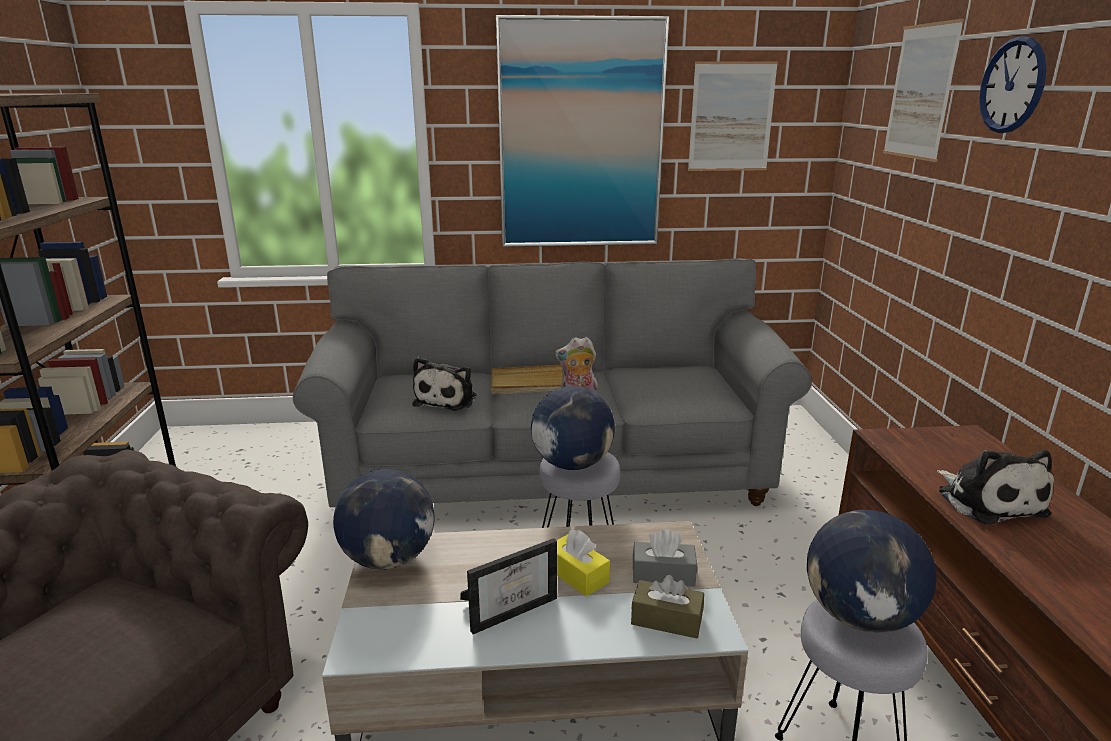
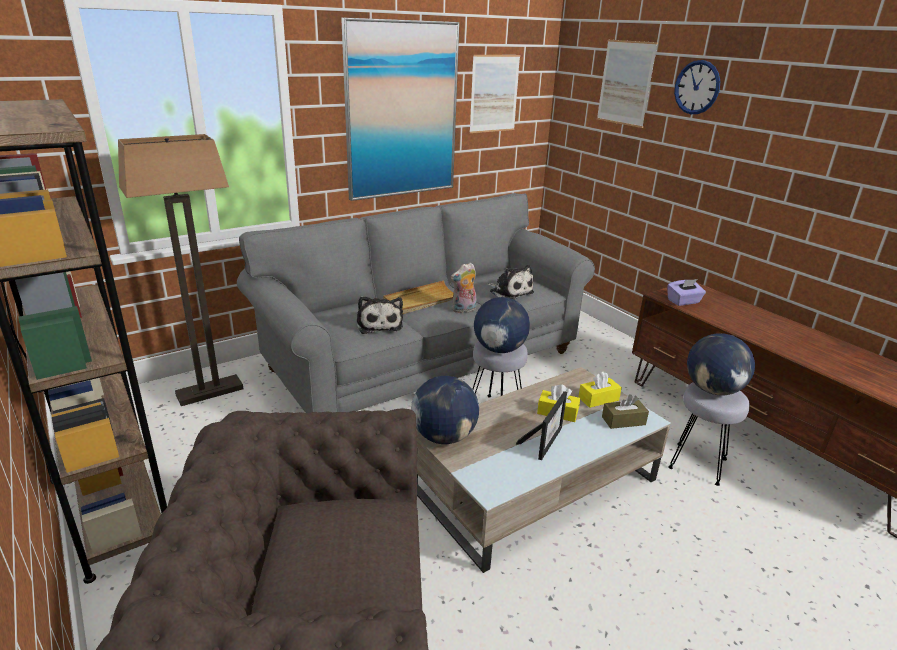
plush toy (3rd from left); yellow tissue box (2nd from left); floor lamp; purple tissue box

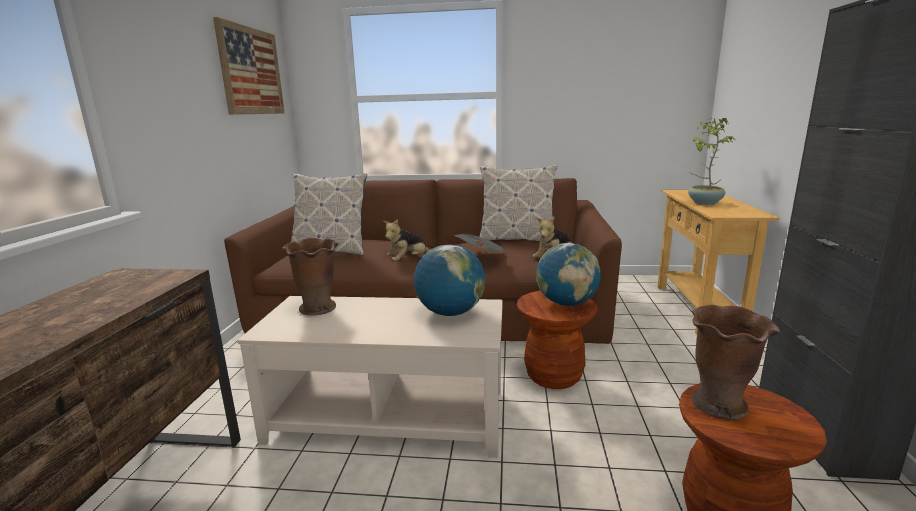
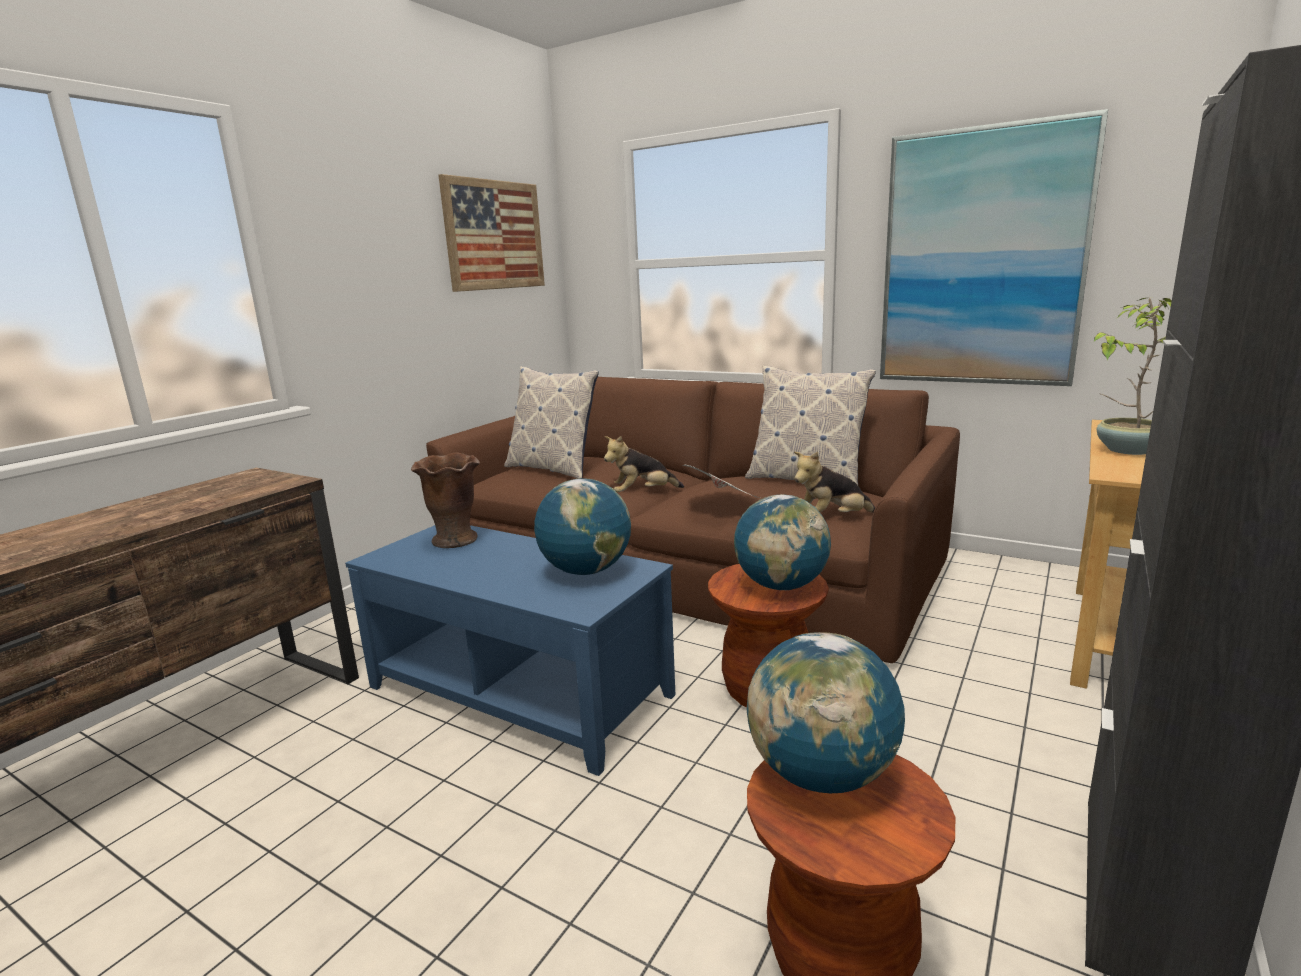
blue coffee table; globe (3rd from left); picture (2nd from left)

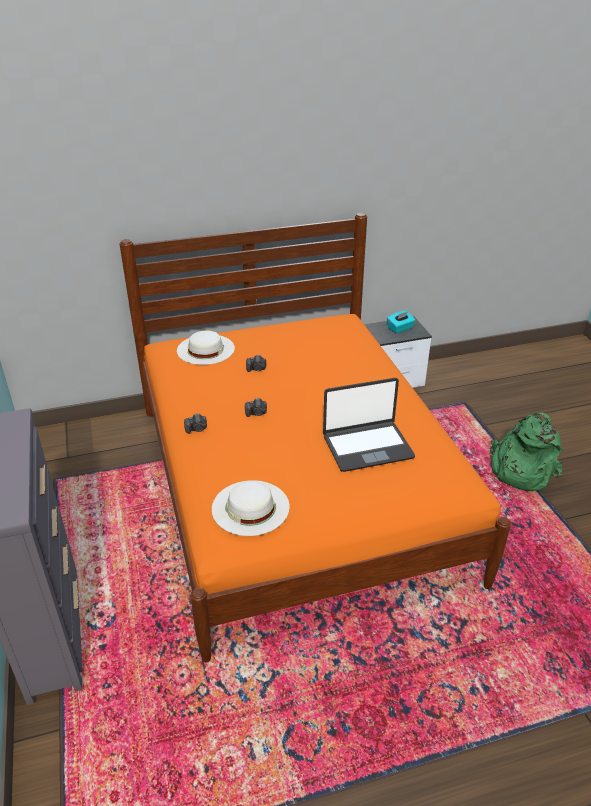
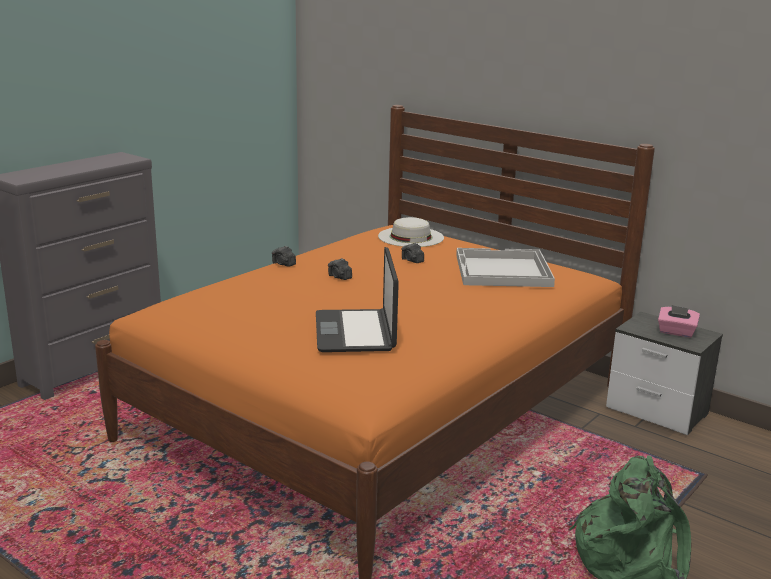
pink tissue box; laptop; white hat (2nd from left in the first image); white tray

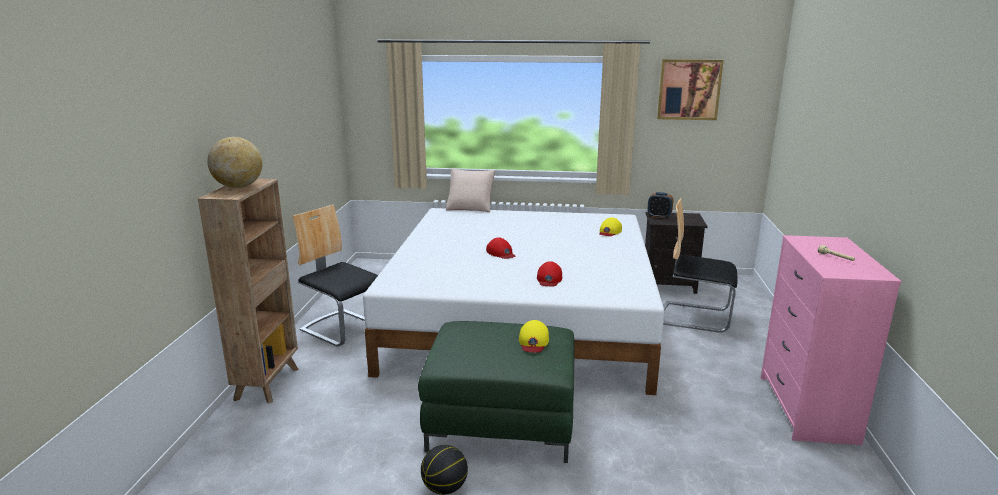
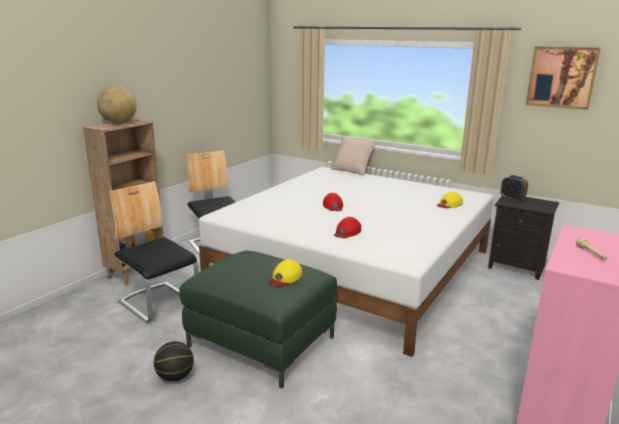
chair (1st from left)

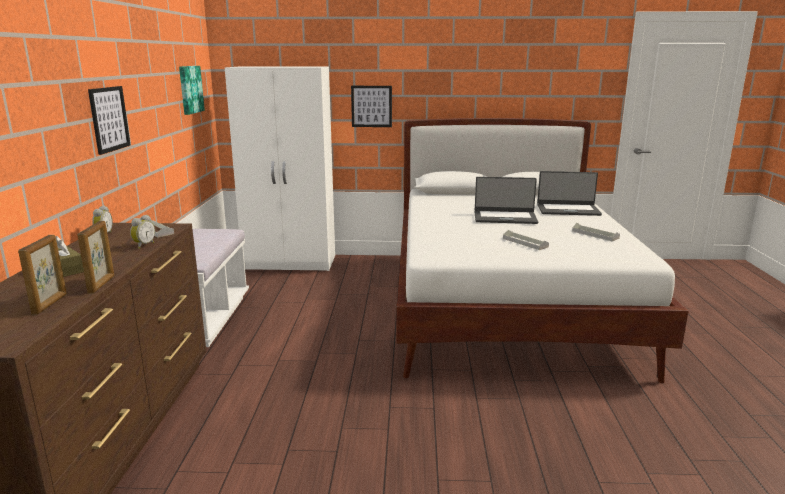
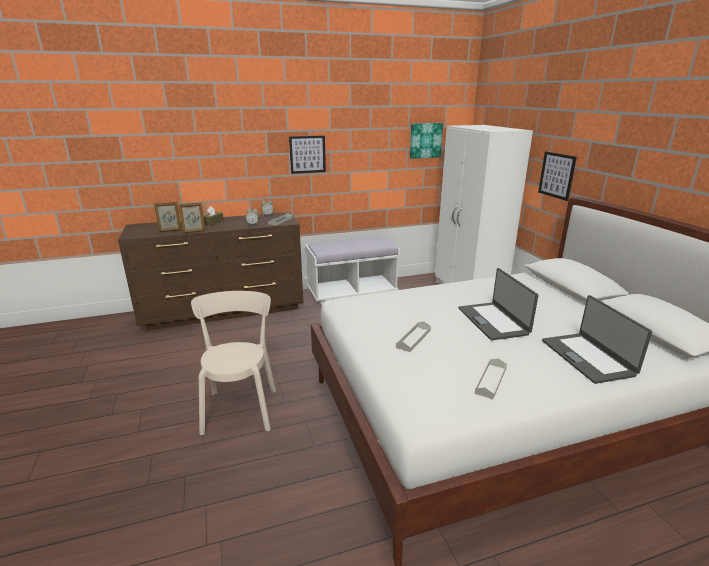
beige chair

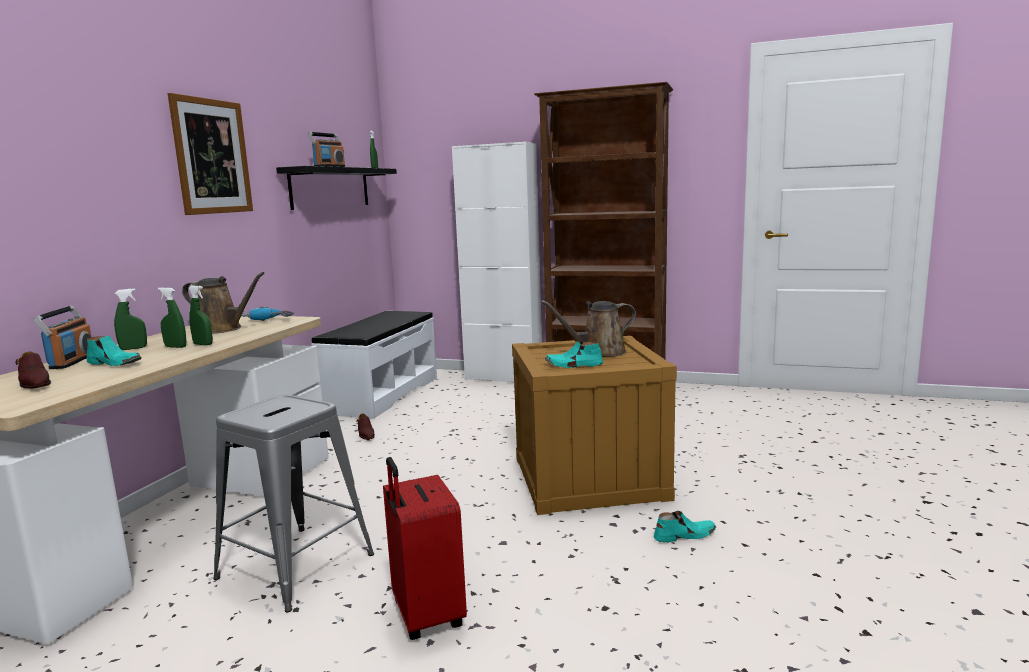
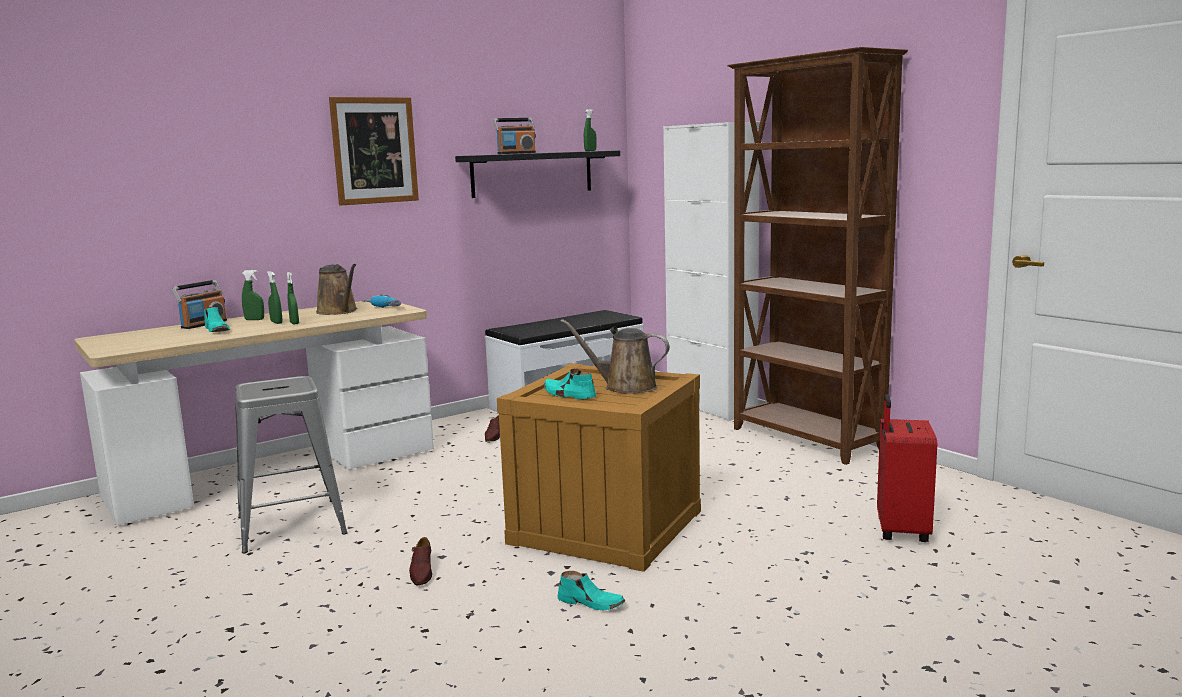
brown shoe (1st from left); red suitcase

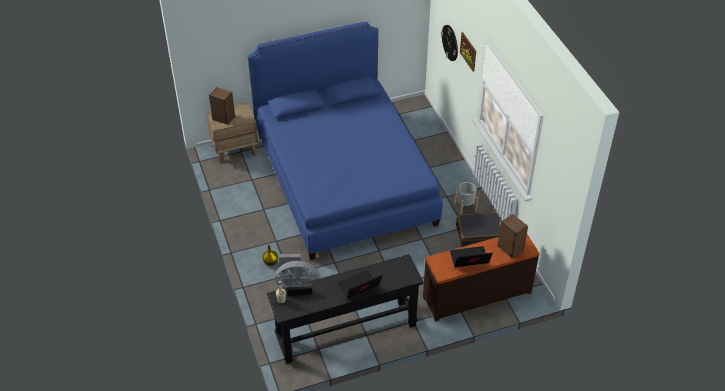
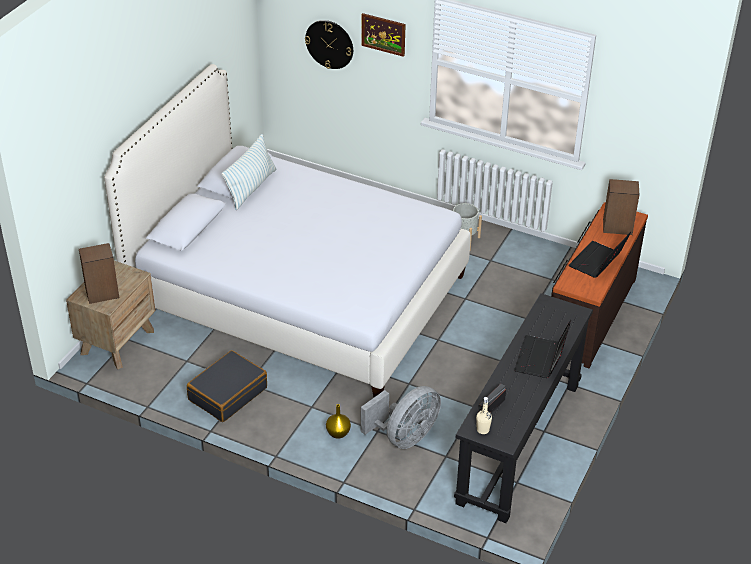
white bed; black suitcase; pillow

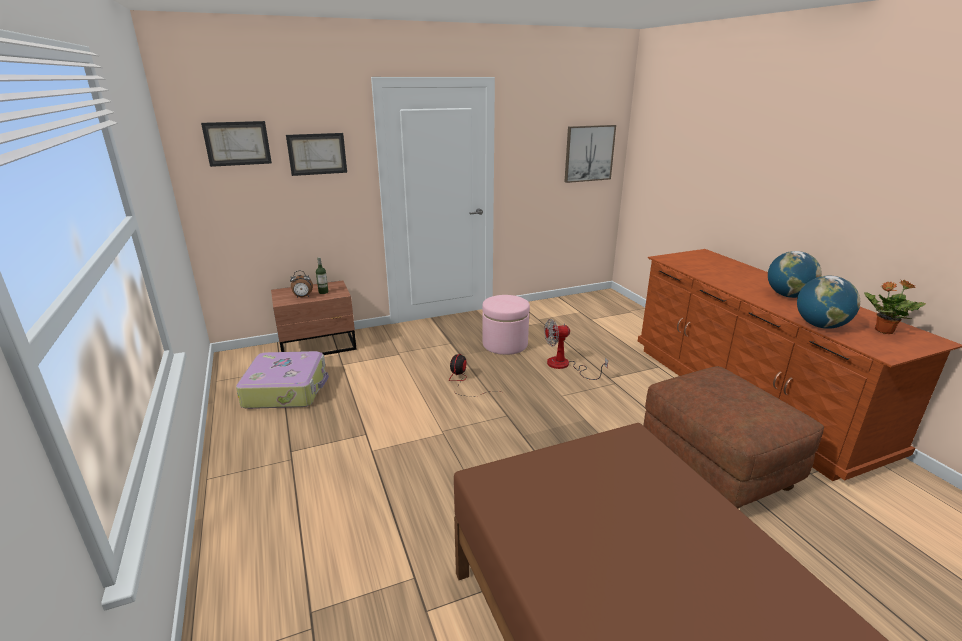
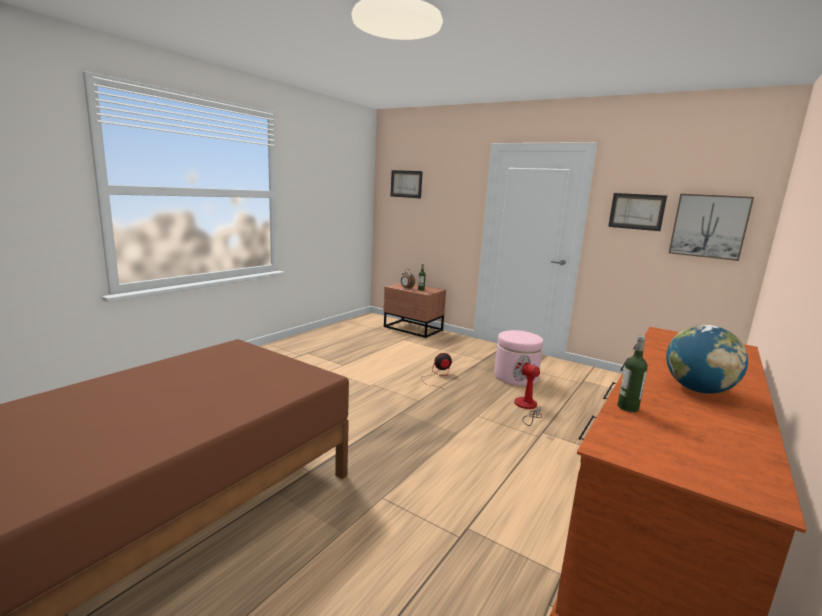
picture (2nd from left); bottle (2nd from left); potted plant; suitcase; brown ottoman

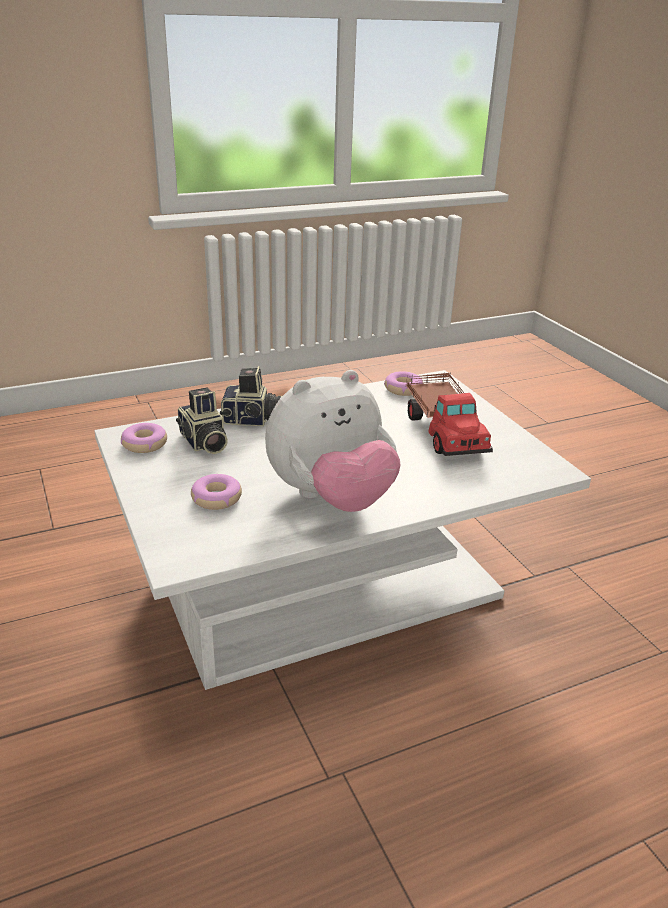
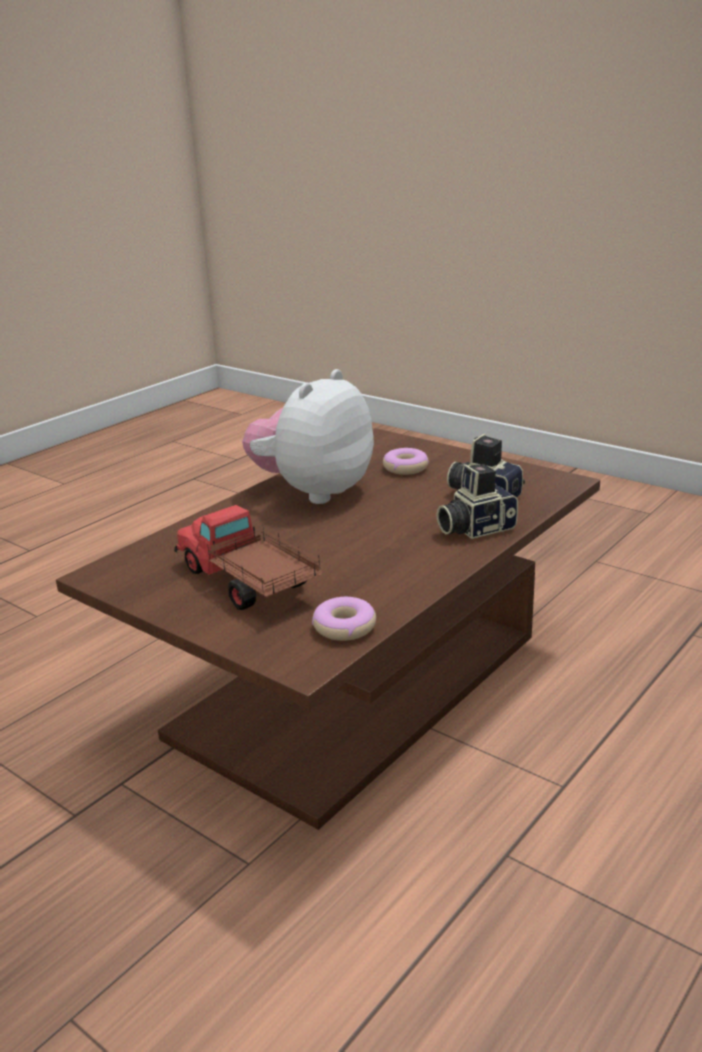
brown coffee table; donut (1st from left in the first image)

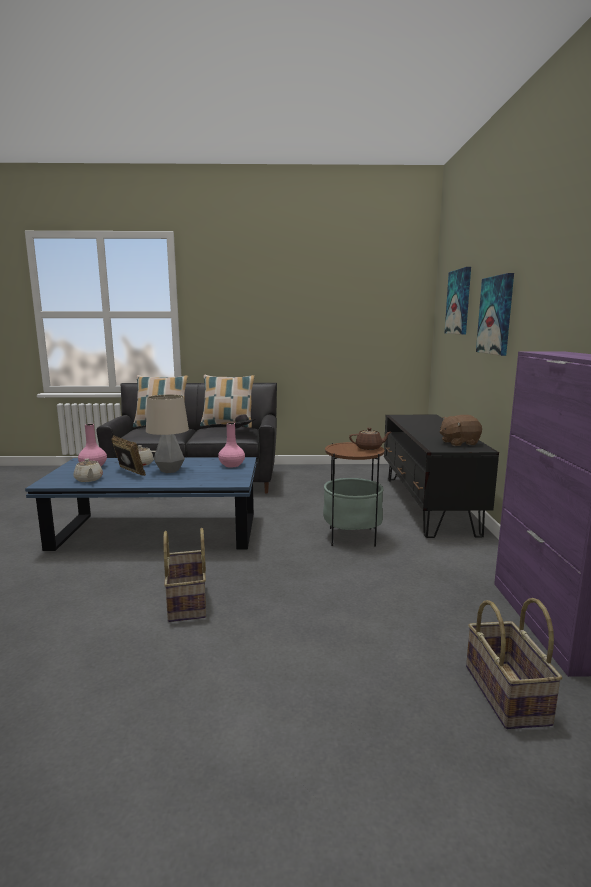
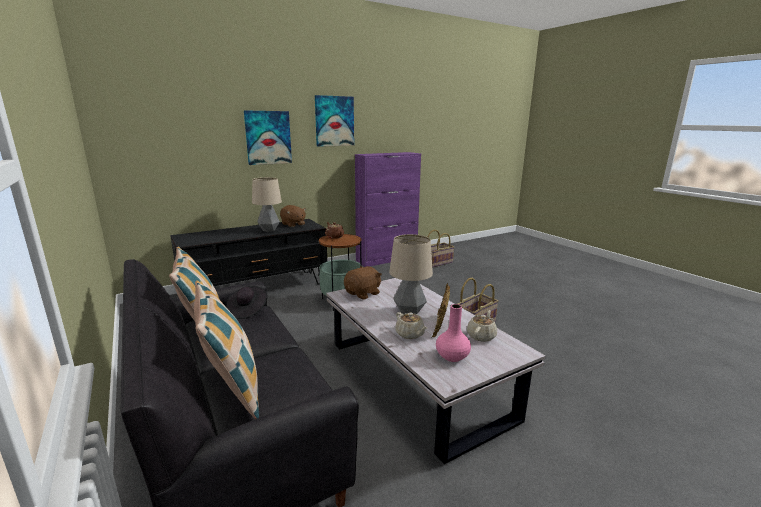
picture (2nd from left); brown plush toy (2nd from left); white coffee table; table lamp (1st from left)

